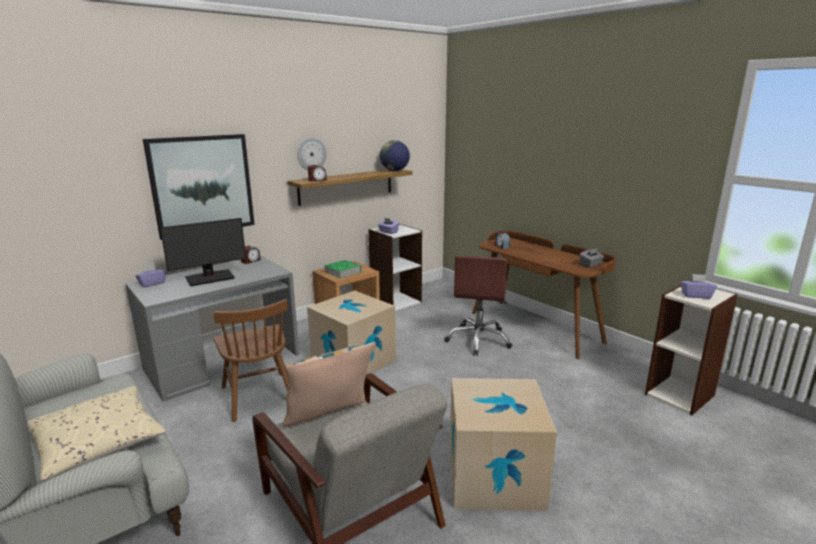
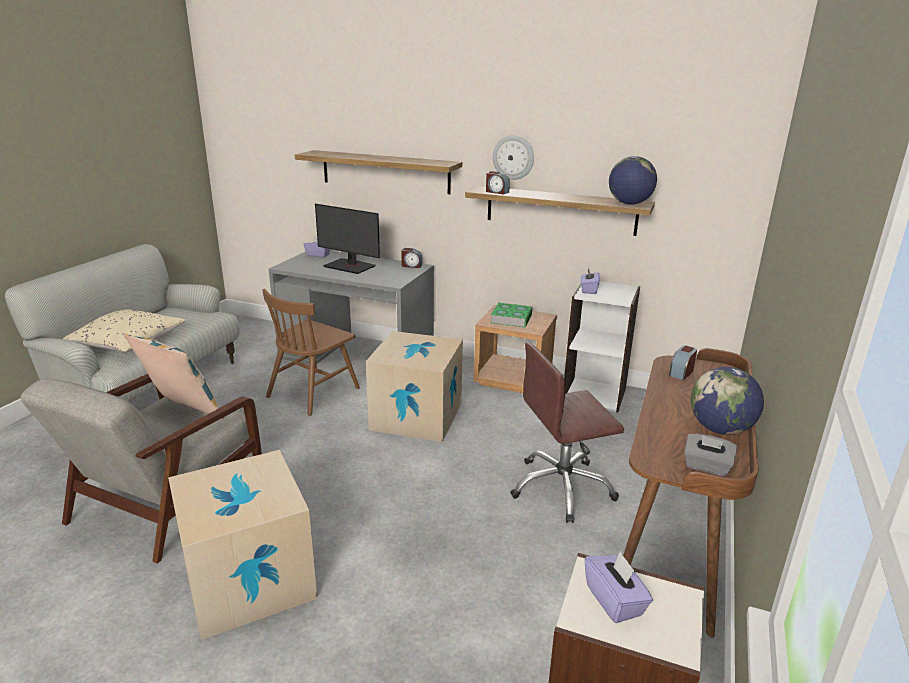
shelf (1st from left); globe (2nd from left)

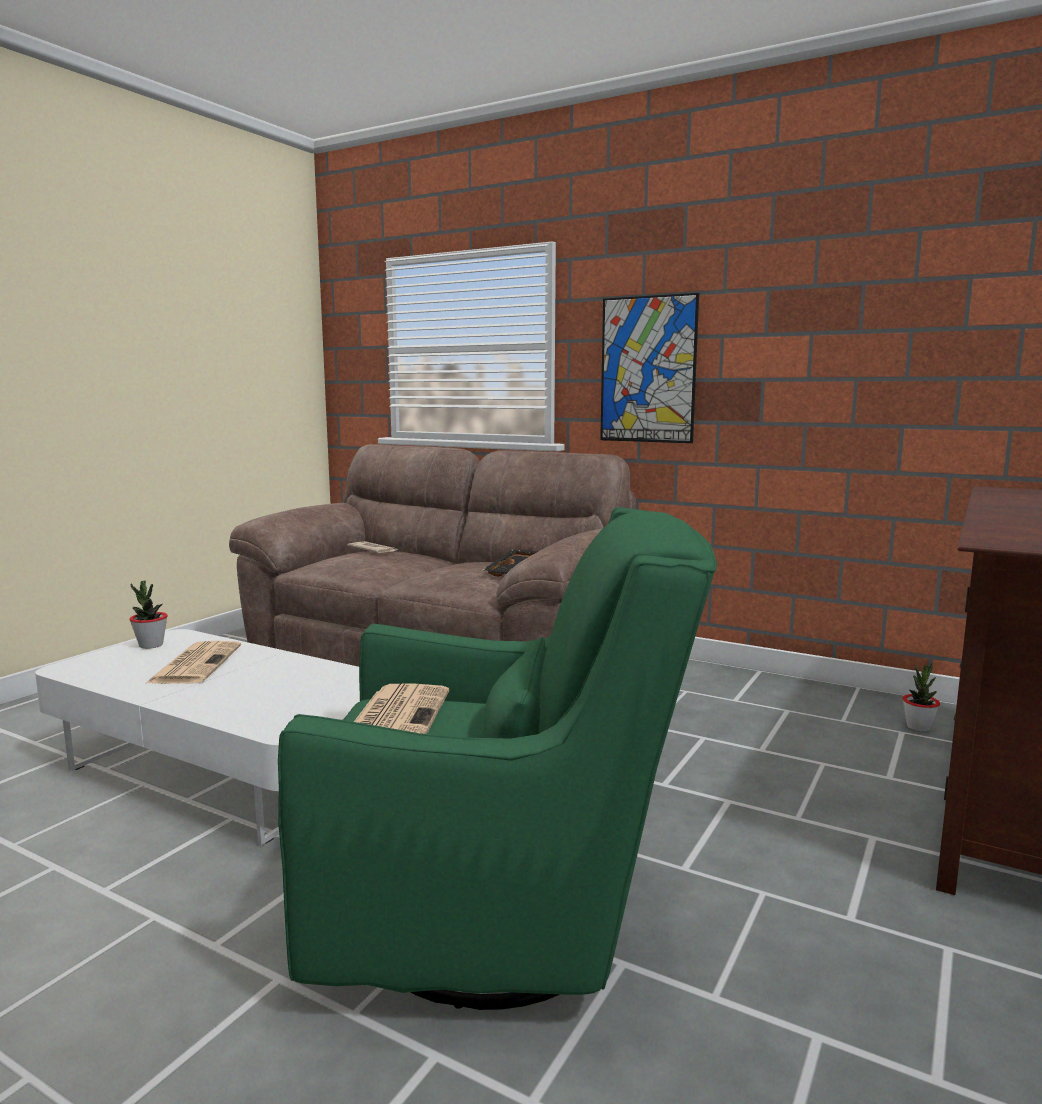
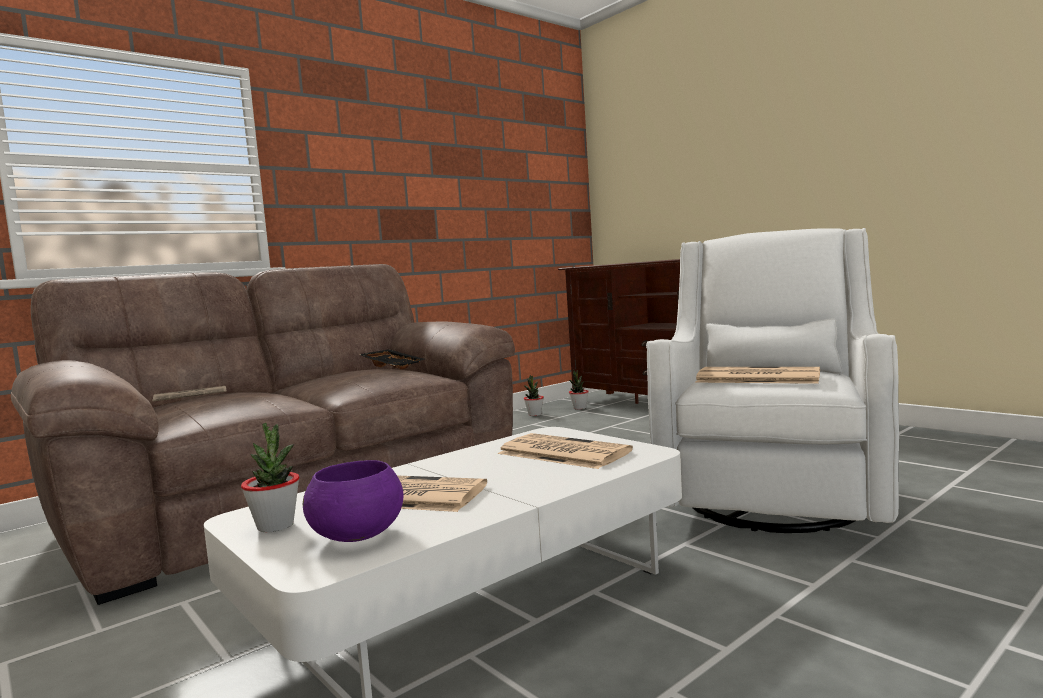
picture; white armchair; potted plant (2nd from left); newspaper (3rd from left); purple bowl

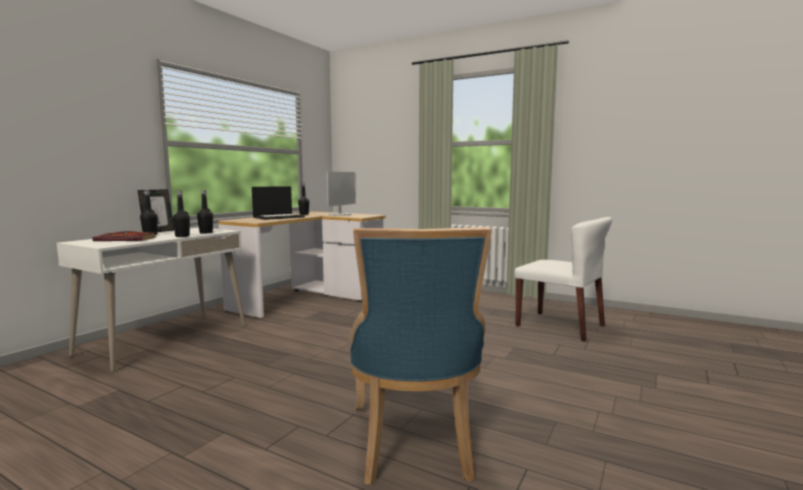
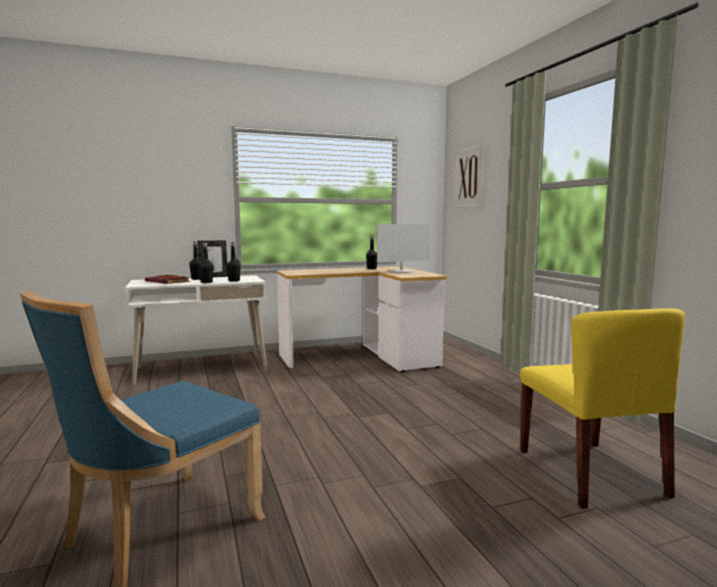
laptop; yellow chair; picture

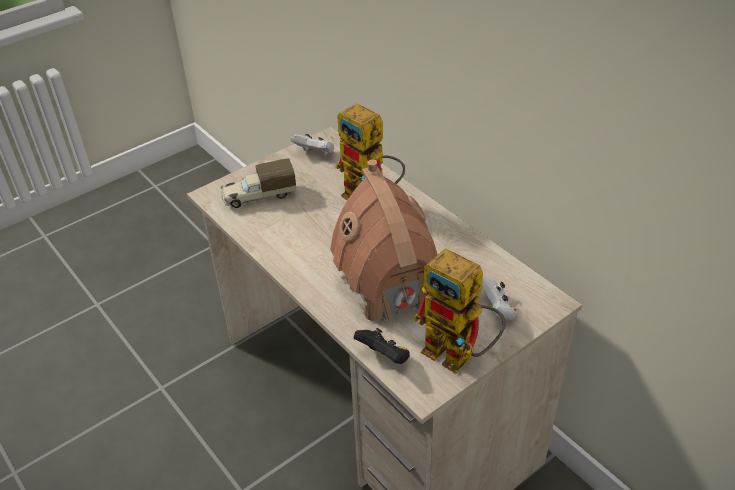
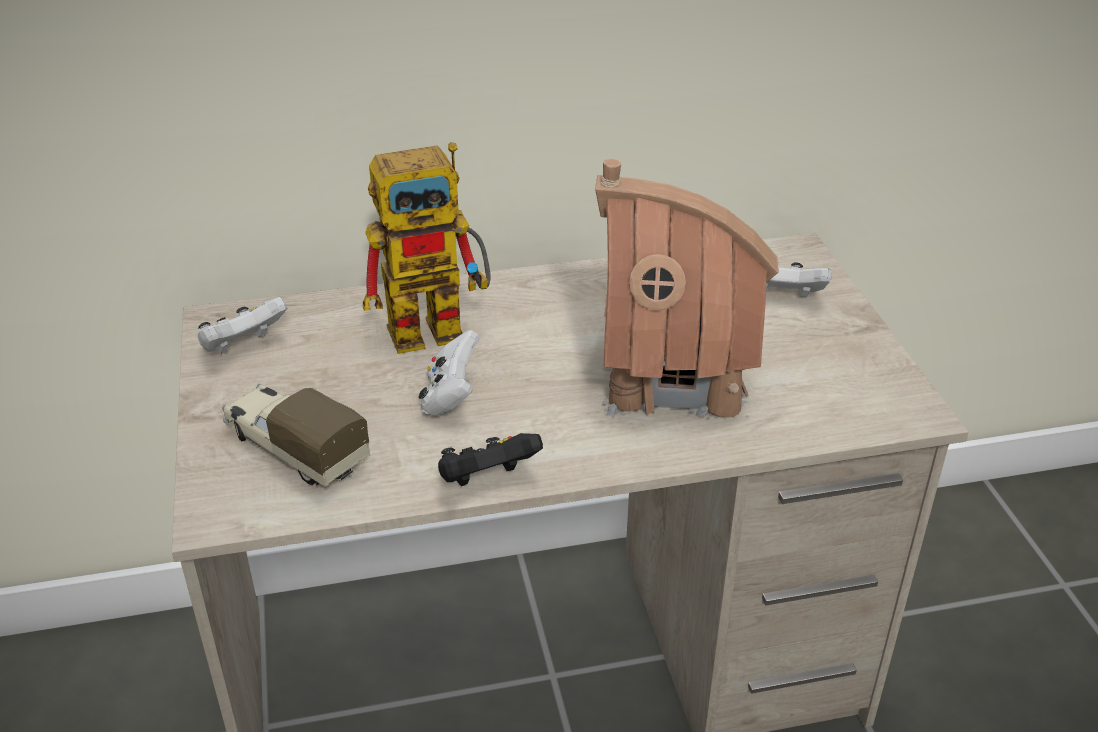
toy truck; toy robot (2nd from left in the first image); black game controller; white game controller (2nd from left)

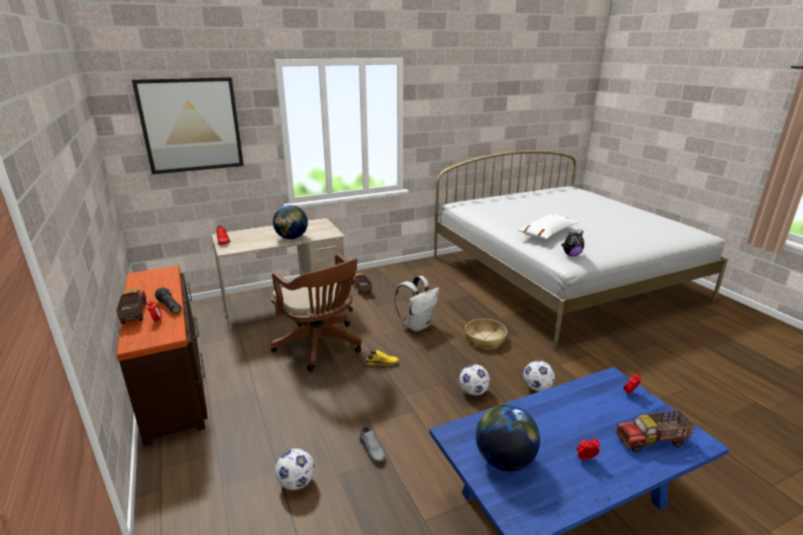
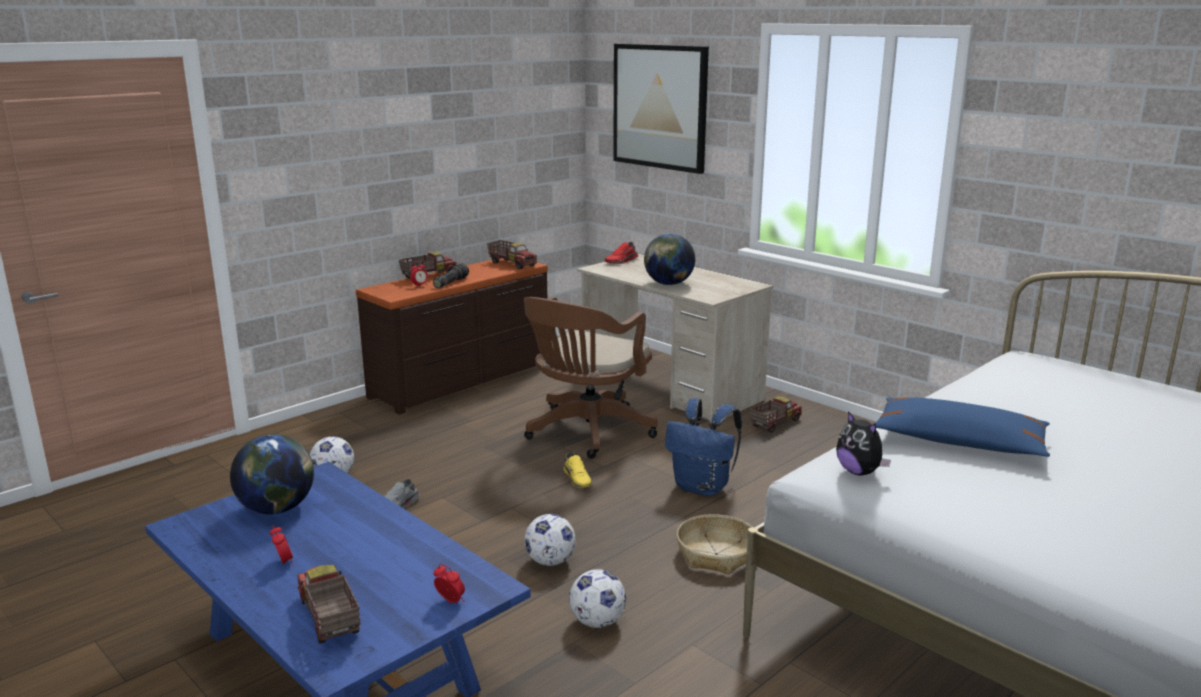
blue pillow; blue backpack; toy truck (3rd from left)

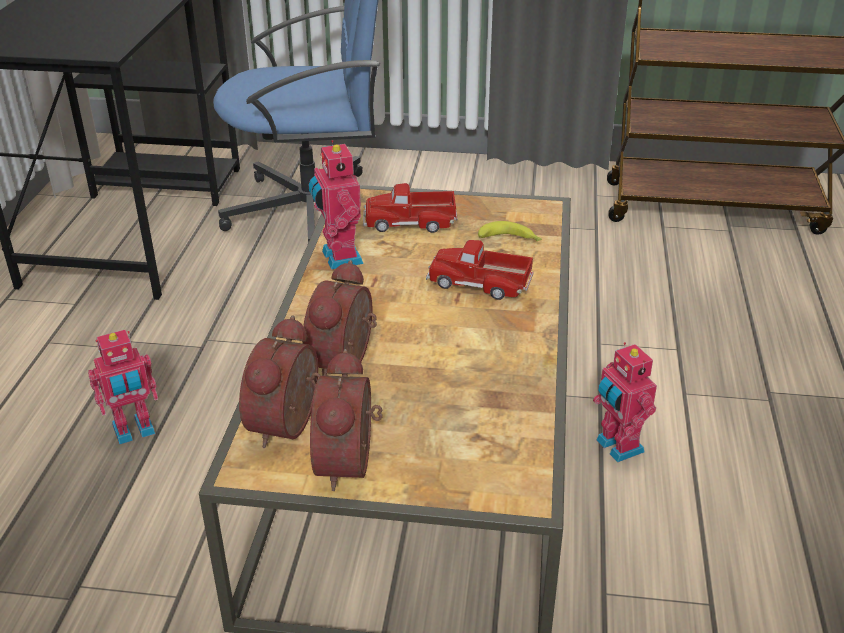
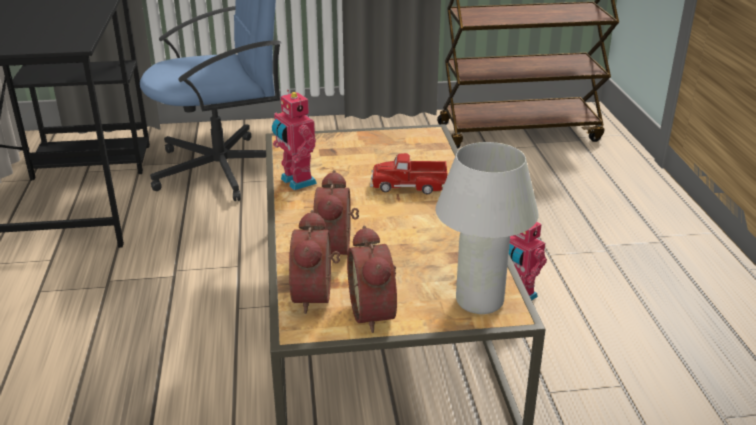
toy truck (1st from left in the first image); banana; toy robot (1st from left in the first image); white table lamp

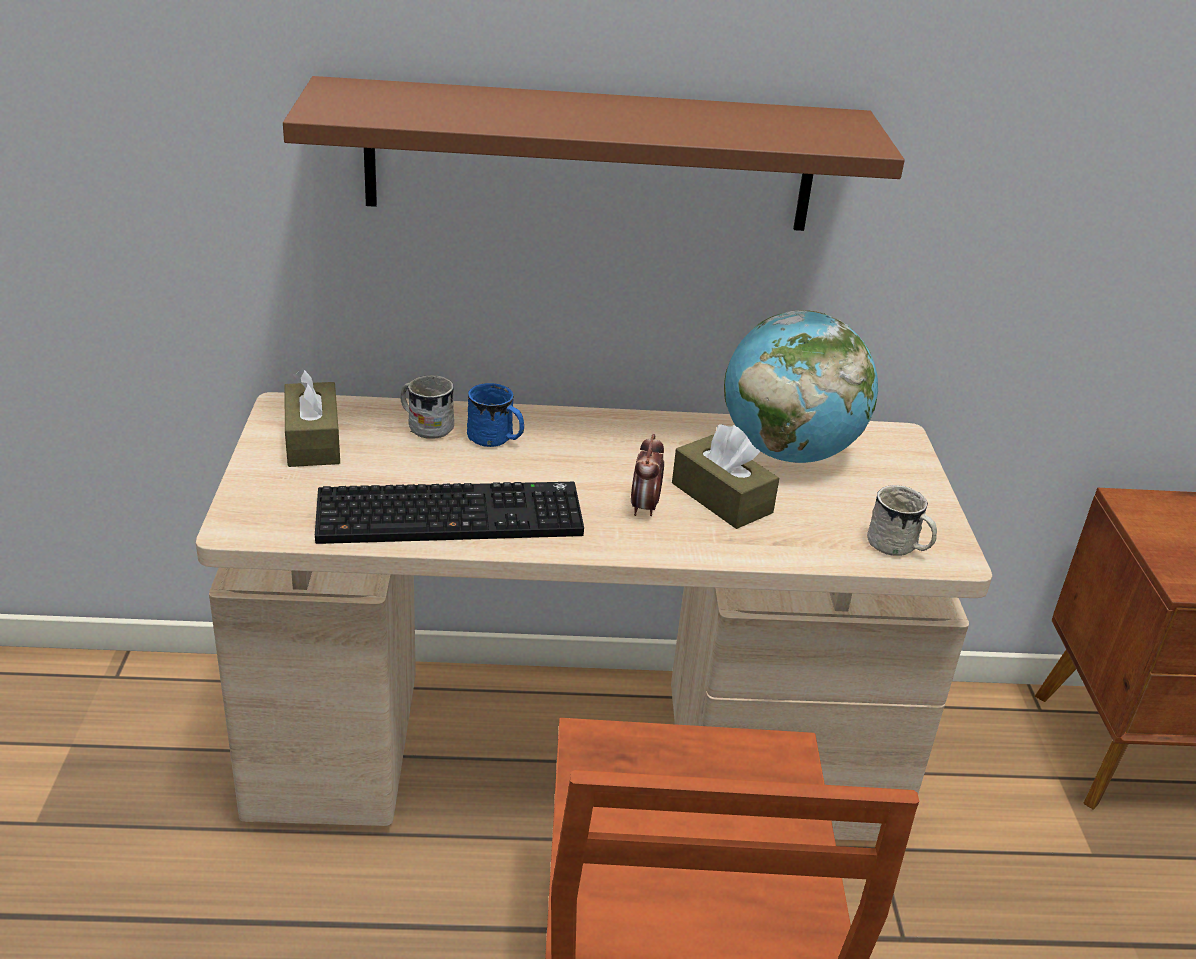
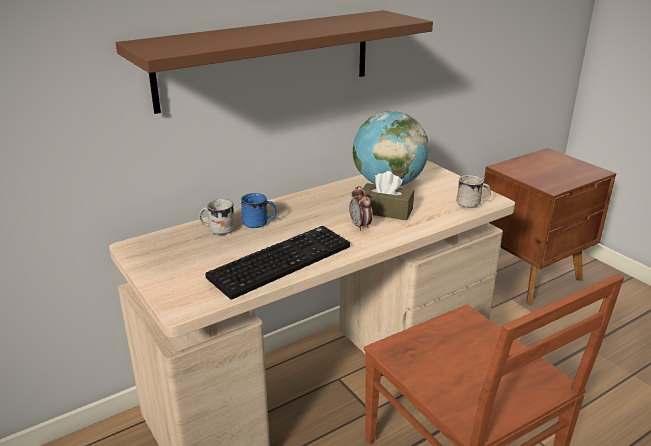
brown tissue box (1st from left in the first image)

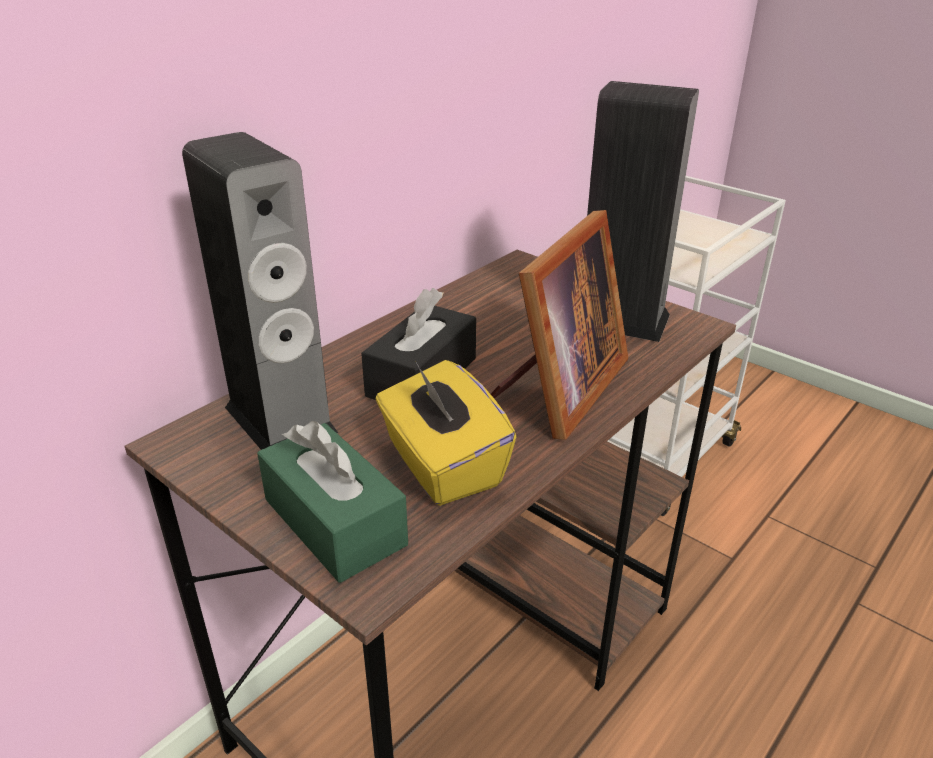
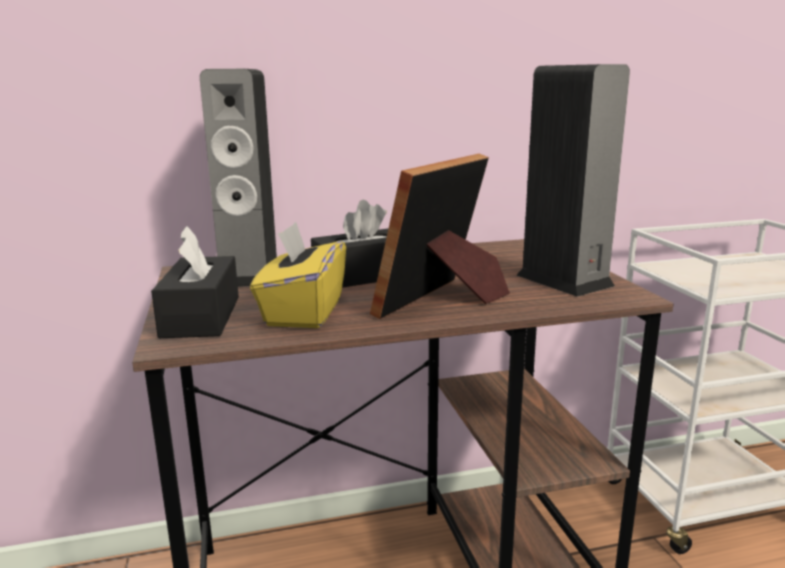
picture frame; black tissue box (1st from left)

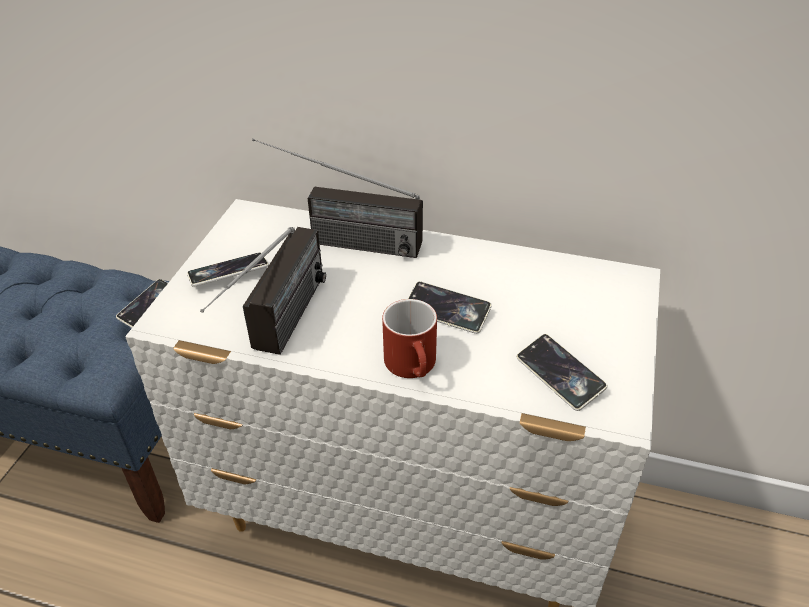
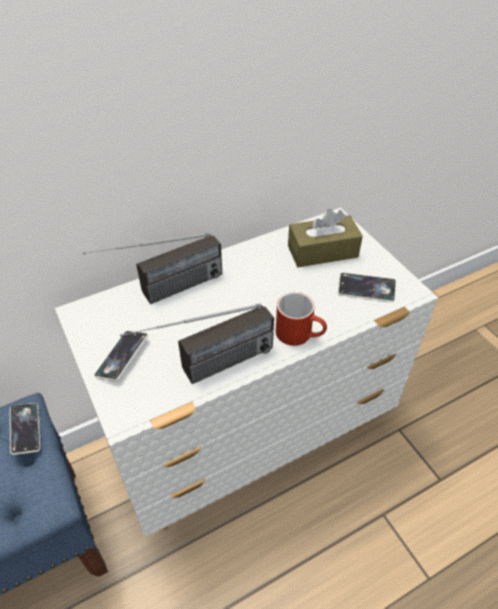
radio (2nd from left); phone (3rd from left in the first image); brown tissue box

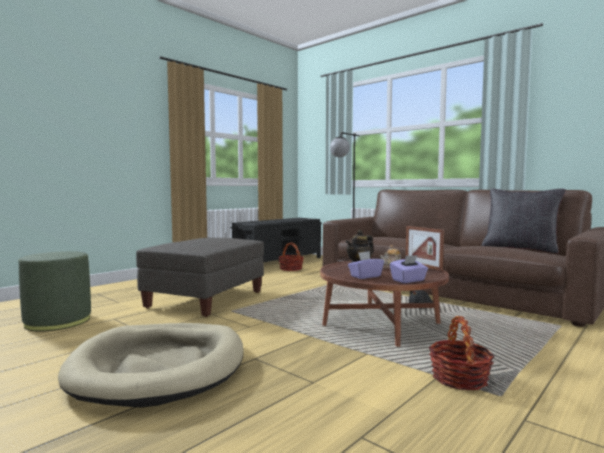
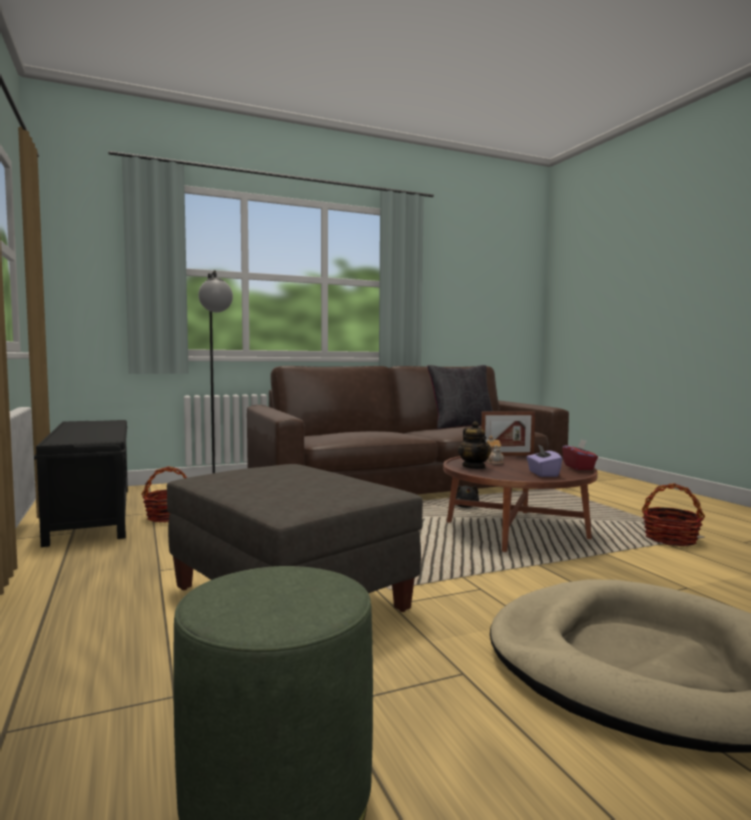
red tissue box

